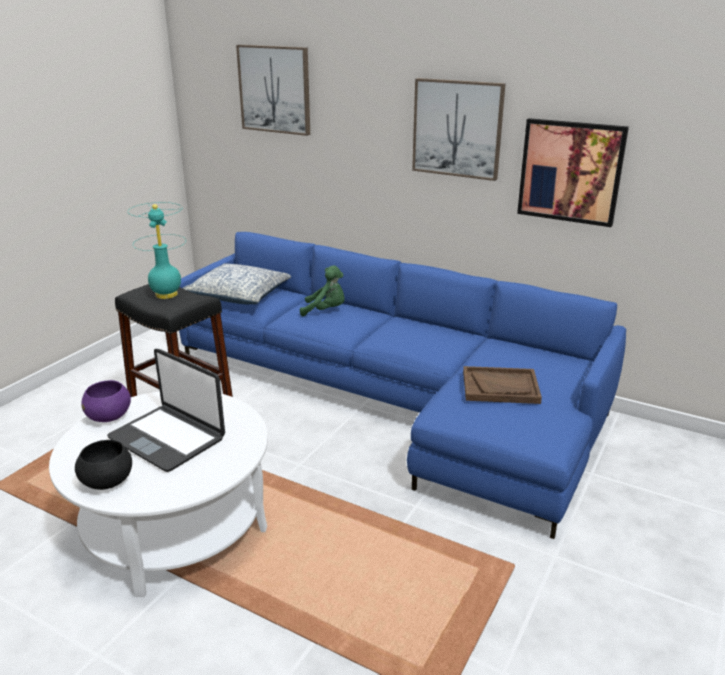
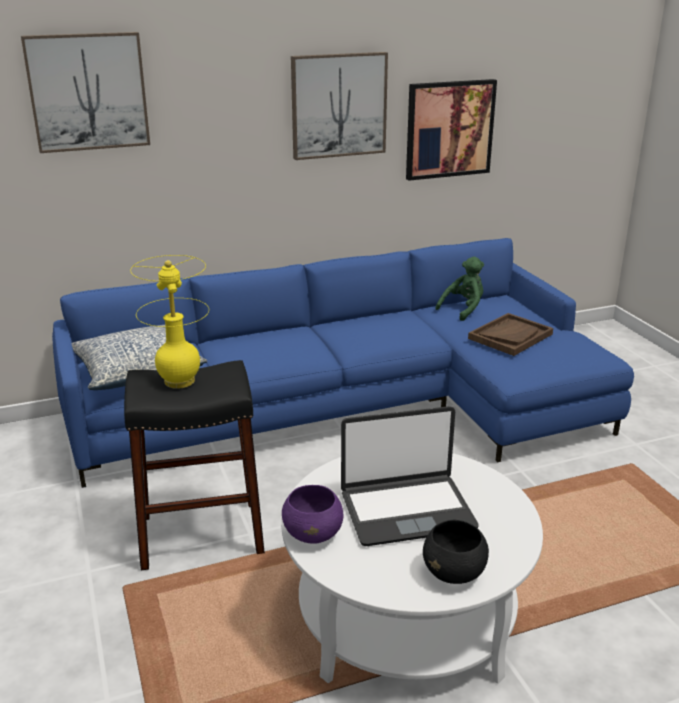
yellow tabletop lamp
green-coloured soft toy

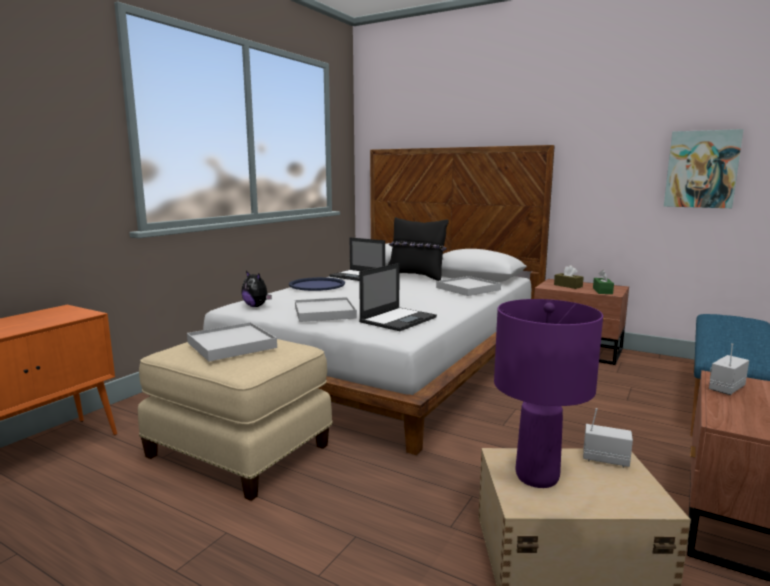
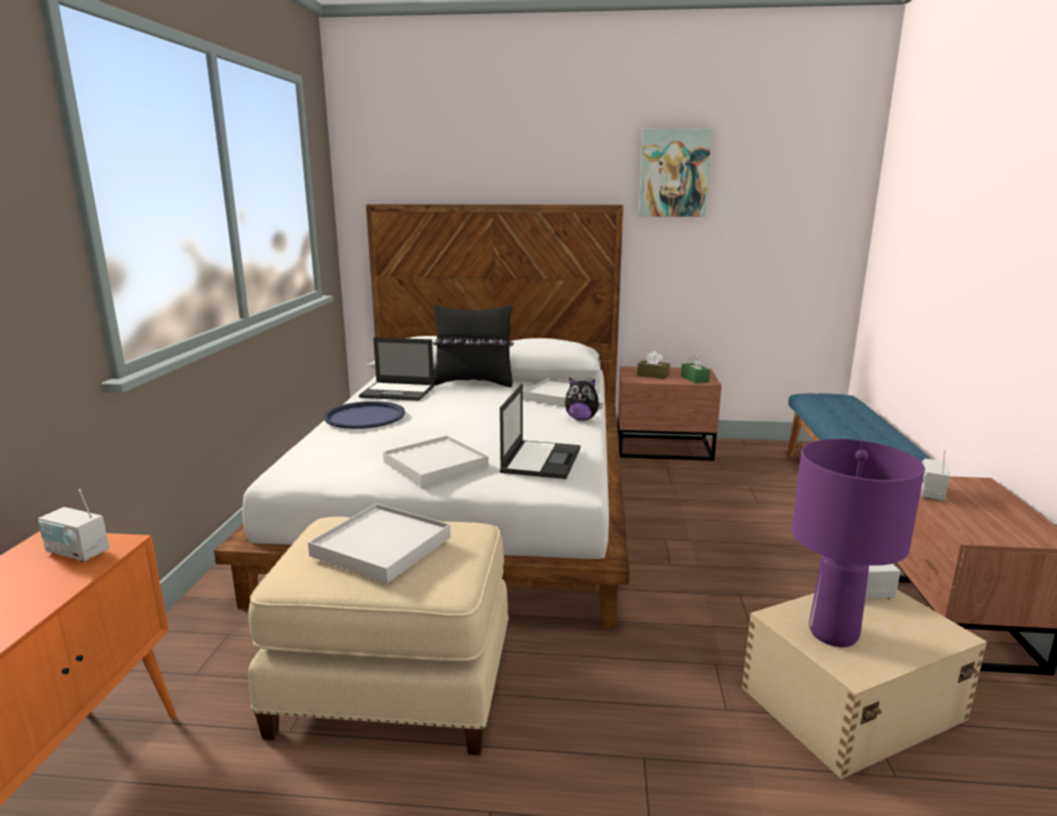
soft toy
picture
radio receiver (no. 1 from left)

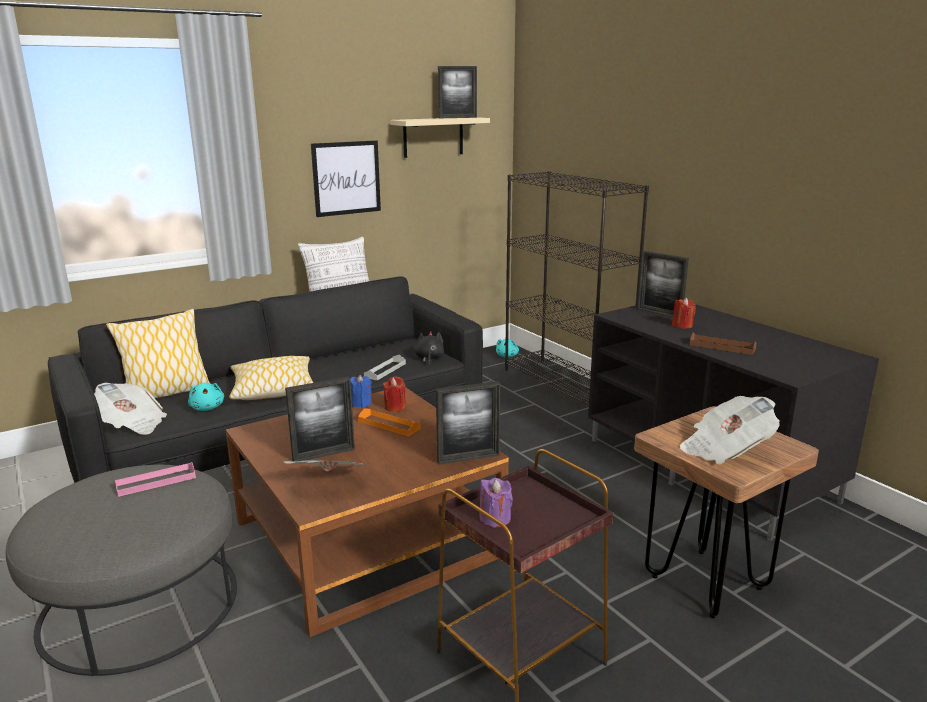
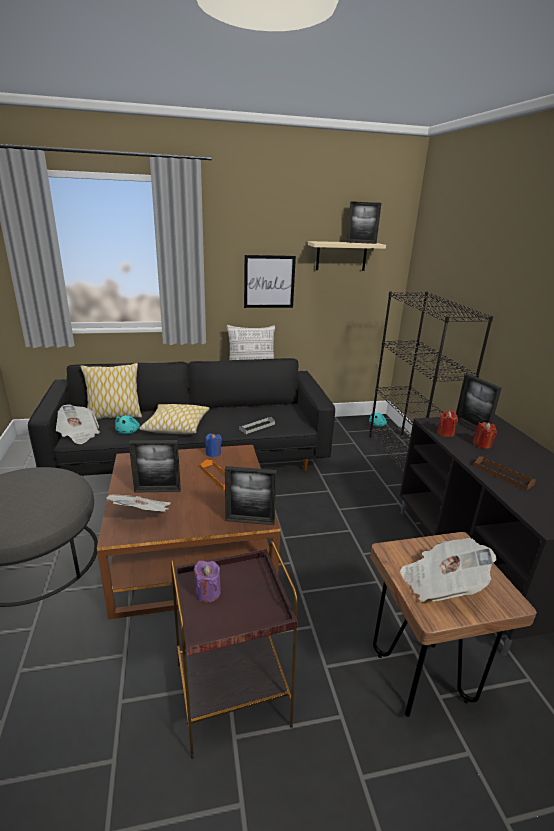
pinkish serving tray
red candle (no. 1 from left)
blackish soft toy

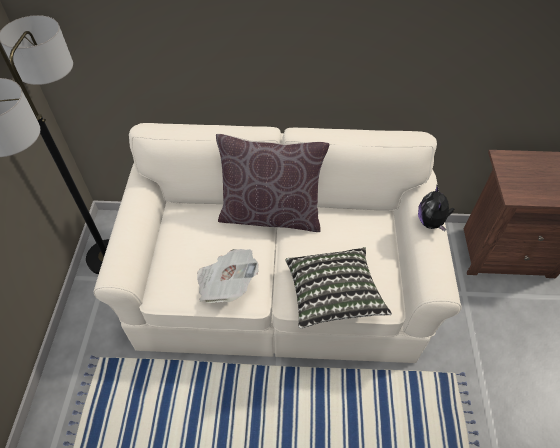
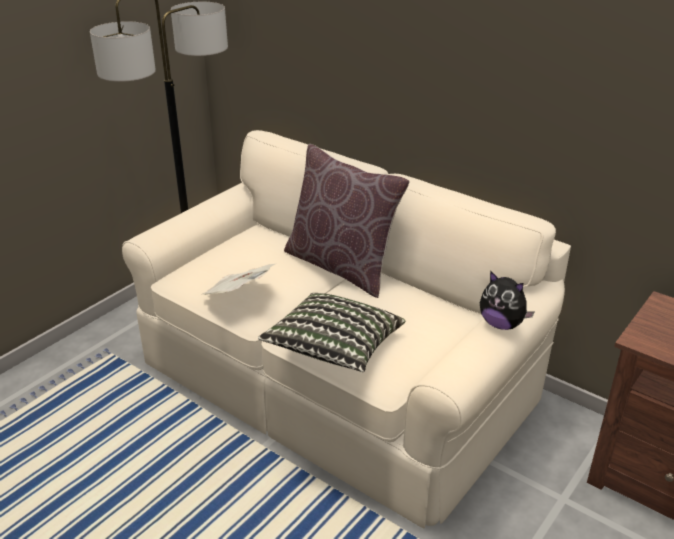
soft toy

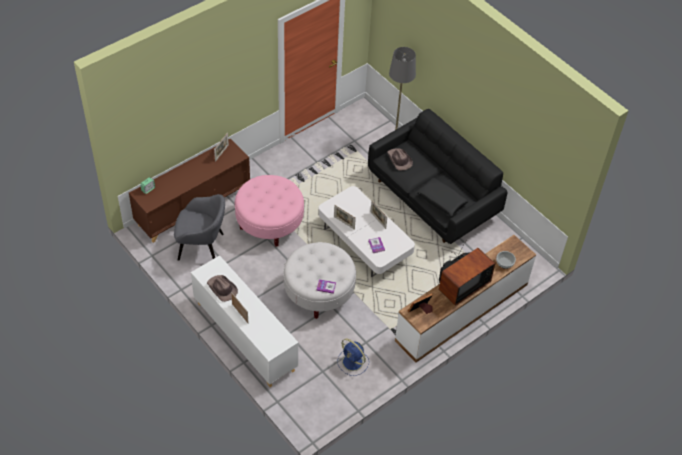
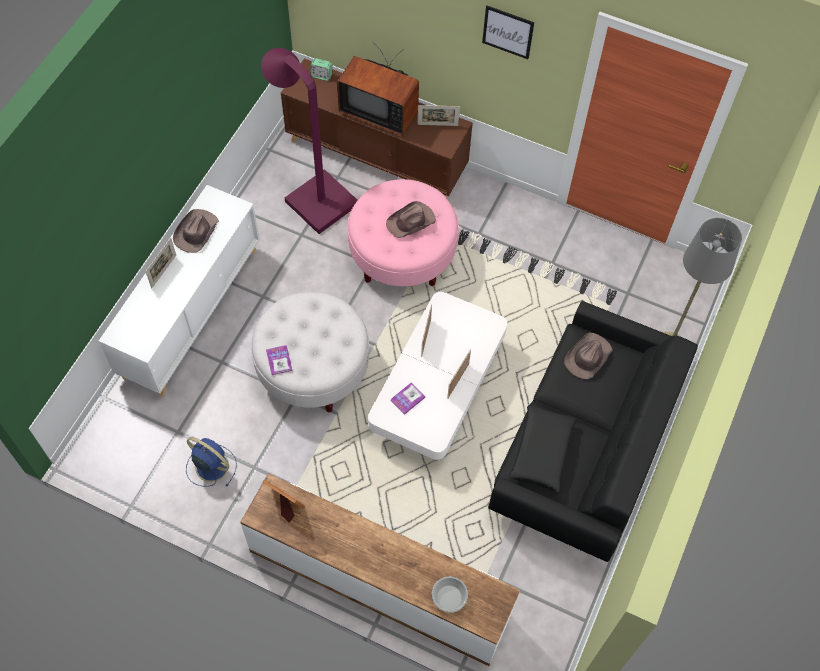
purple-coloured standard lamp
blue-coloured electric fan
TV
brown hat (no. 2 from left)
picture

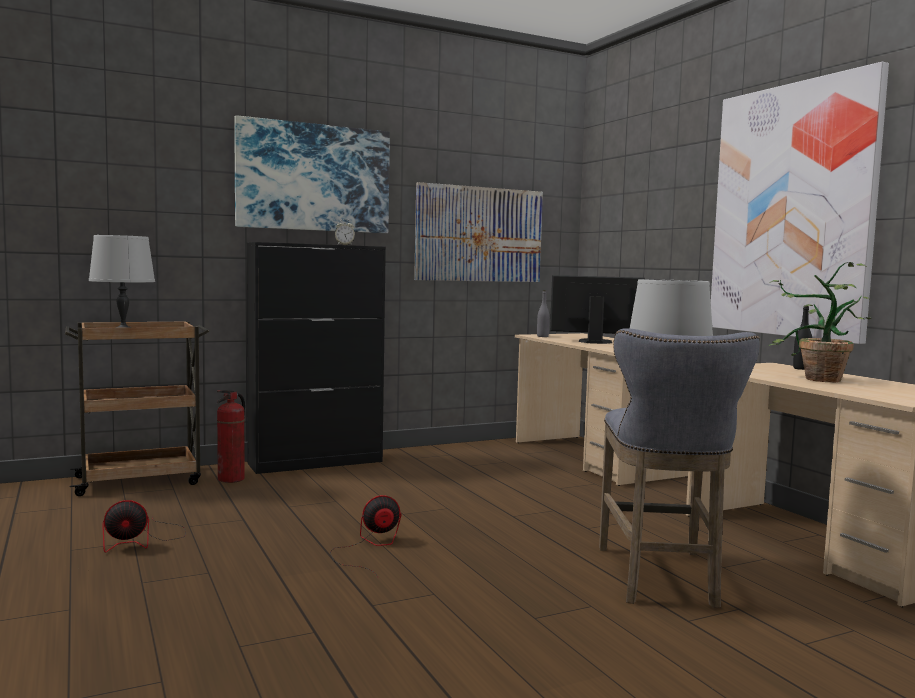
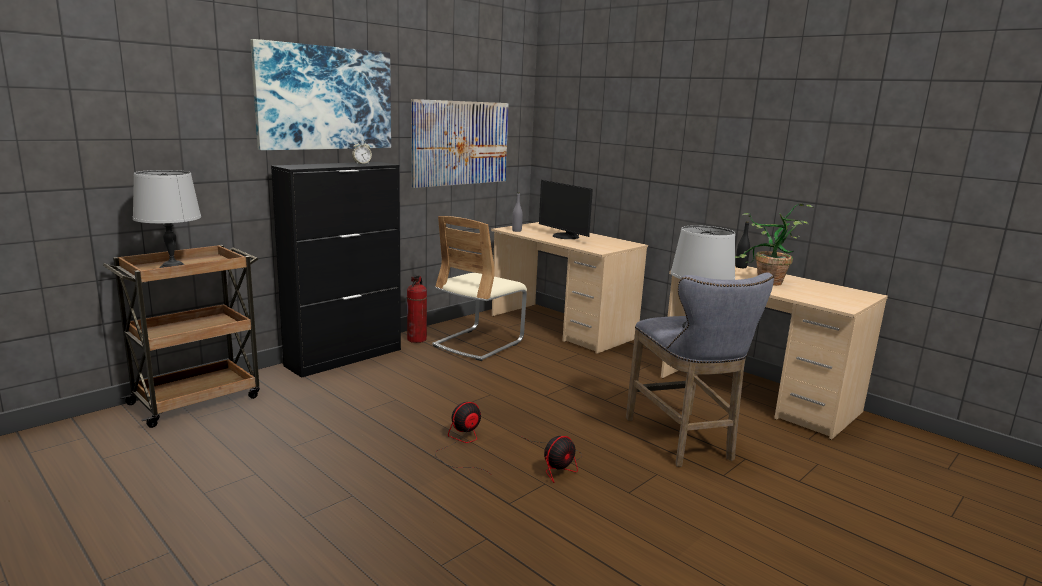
electric fan (no. 2 from left)
fire-fighting cylinder
computer screen
picture (no. 3 from left in the first image)
sand-coloured plain chair

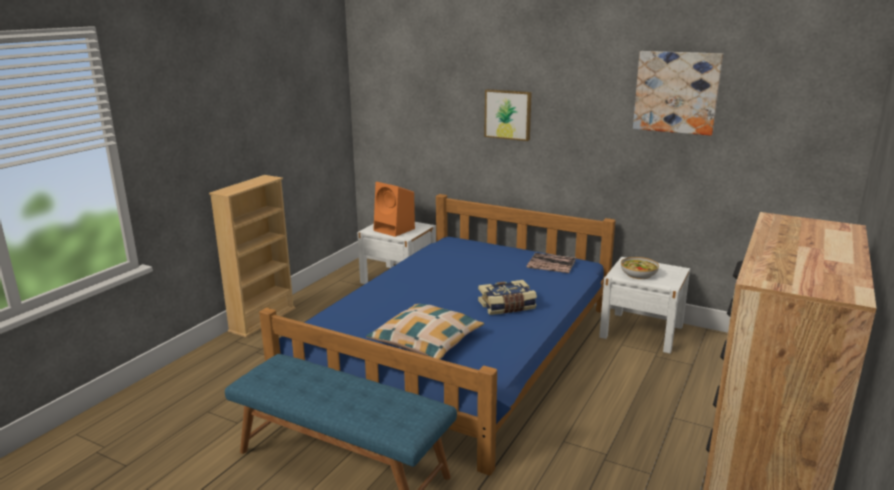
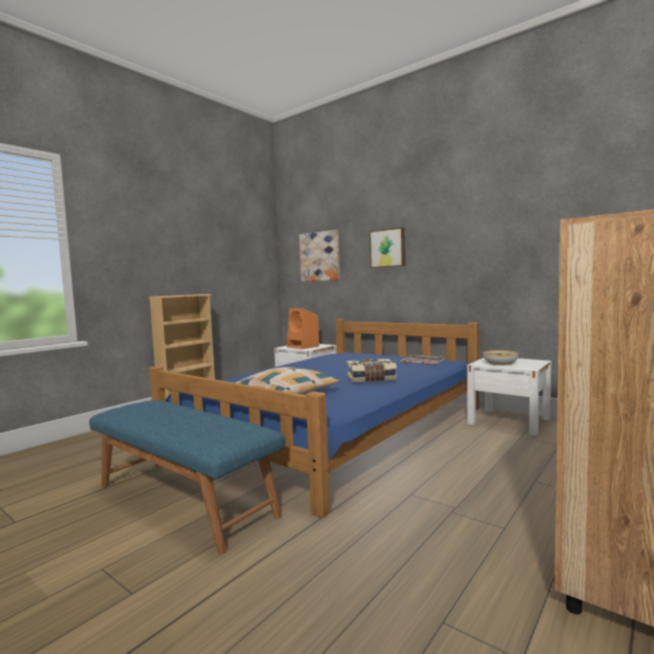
picture (no. 1 from left)

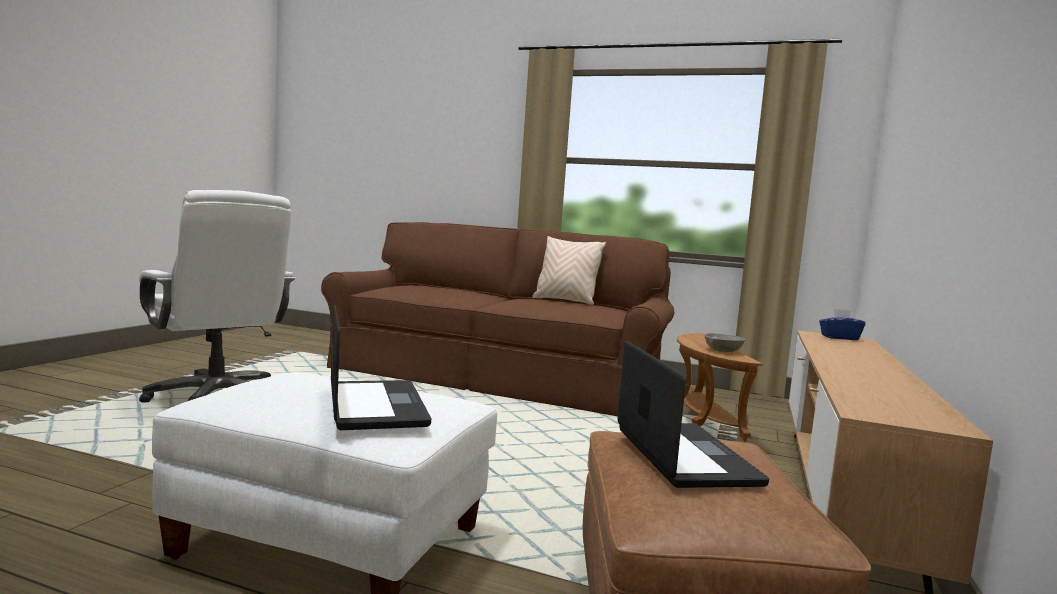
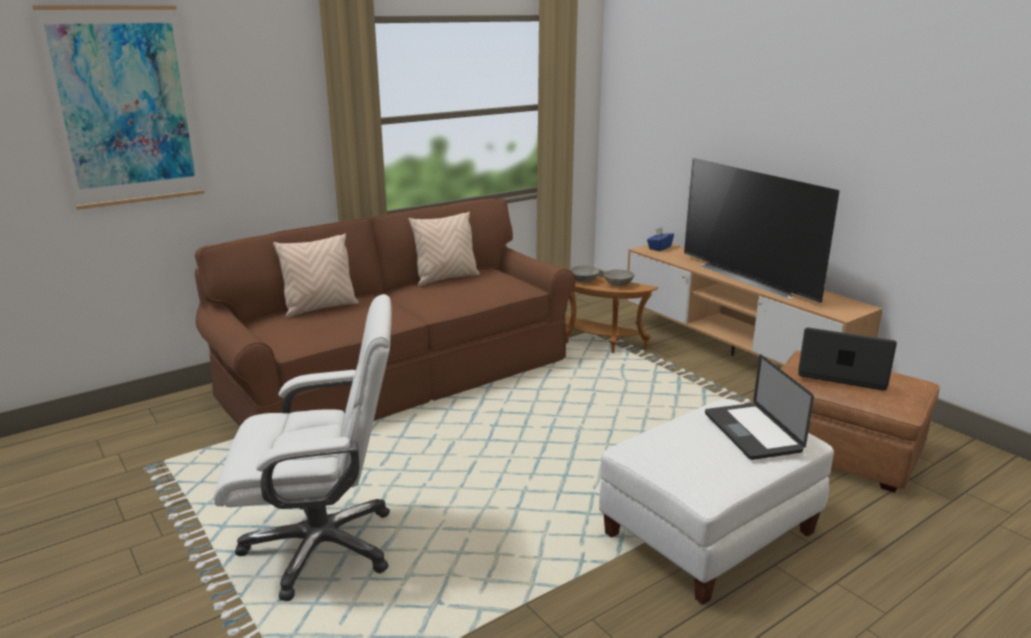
notebook computer (no. 1 from left)
picture
sand-coloured cushion (no. 1 from left)
grey deep dish (no. 1 from left)
TV

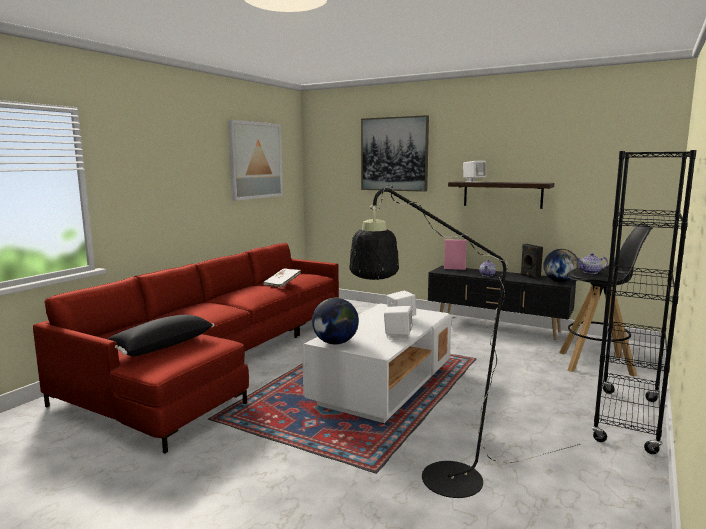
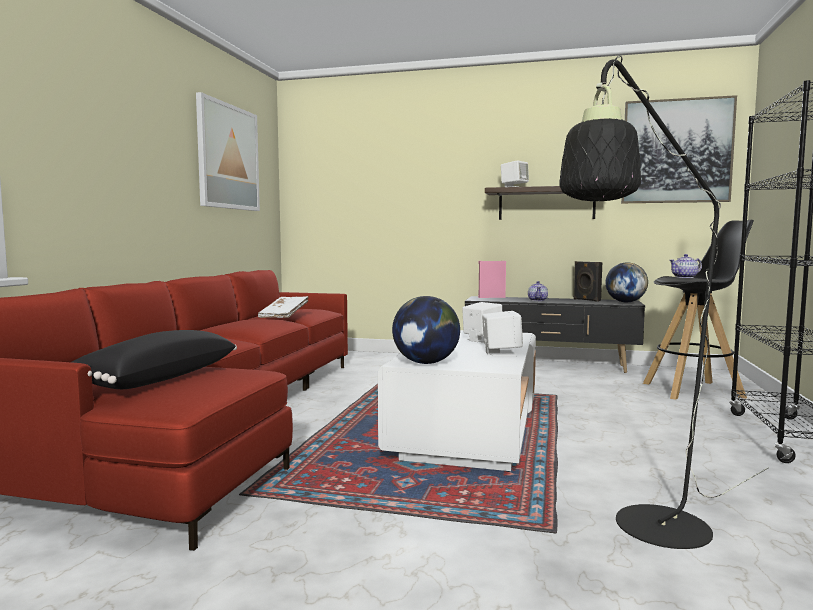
picture (no. 2 from left)

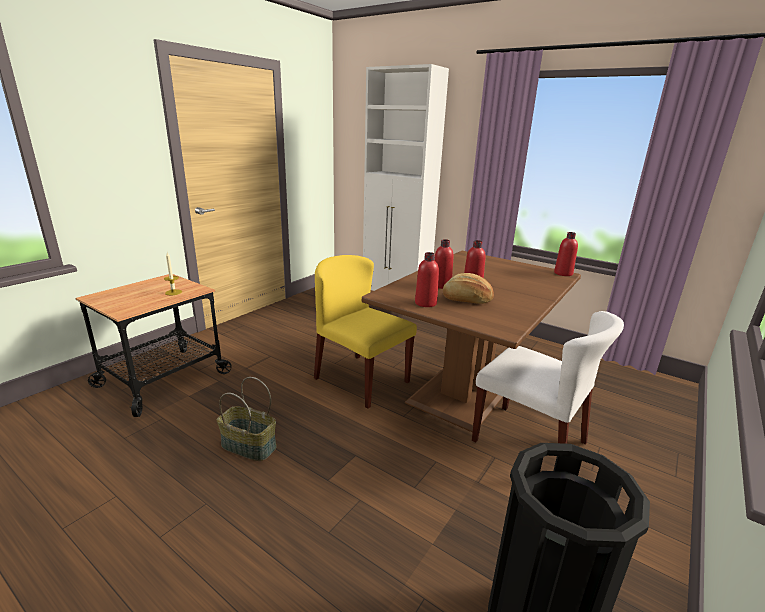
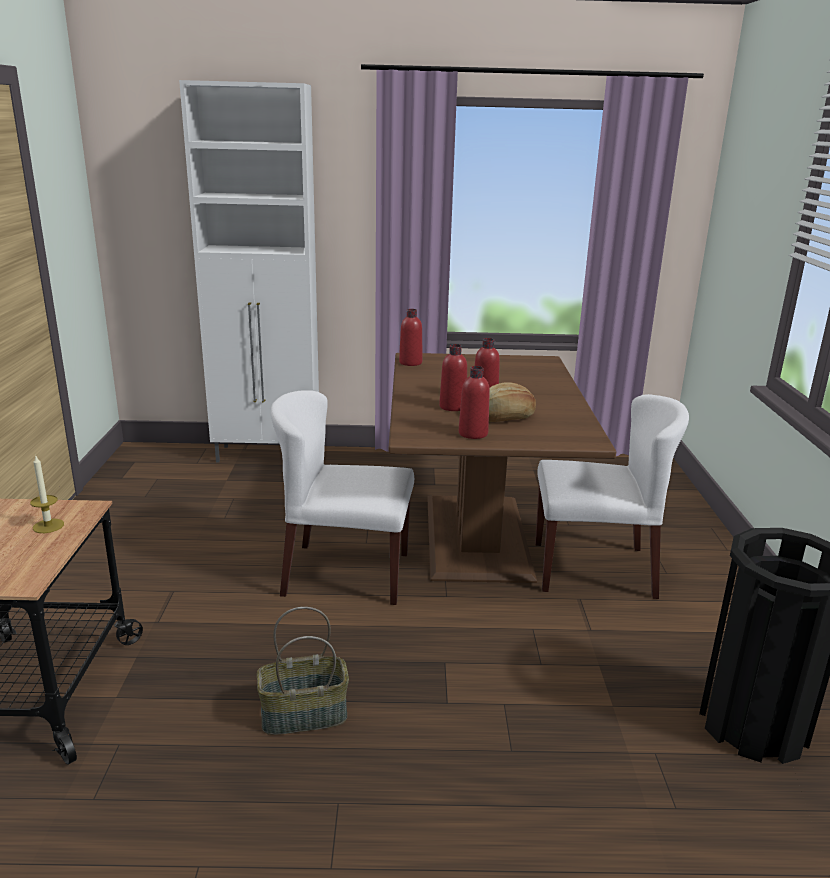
white plain chair (no. 1 from left)
red drink bottle (no. 1 from left)

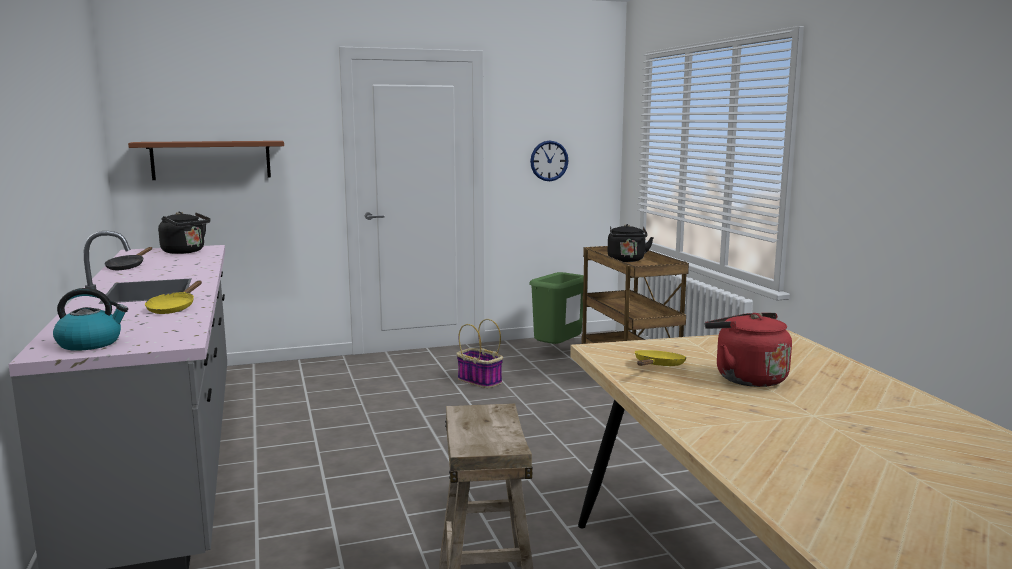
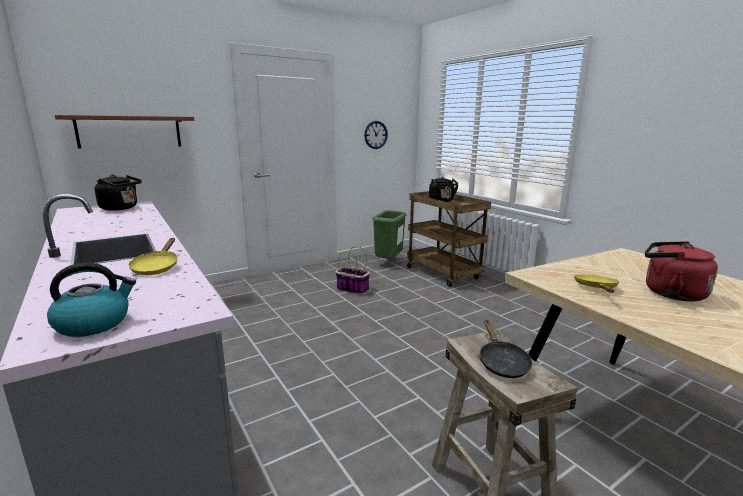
blackish pan

